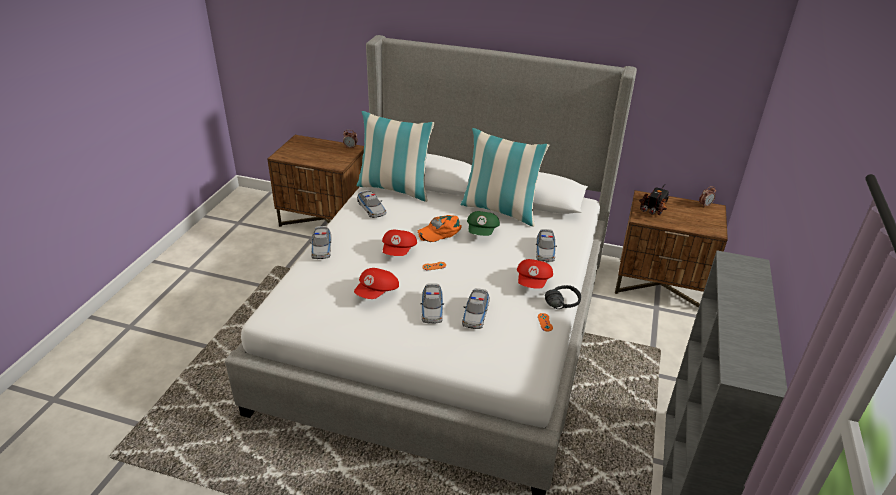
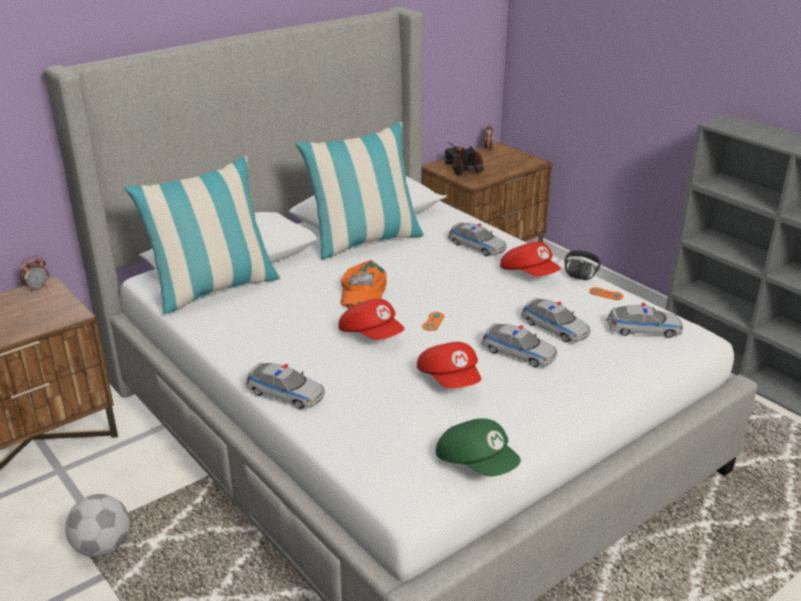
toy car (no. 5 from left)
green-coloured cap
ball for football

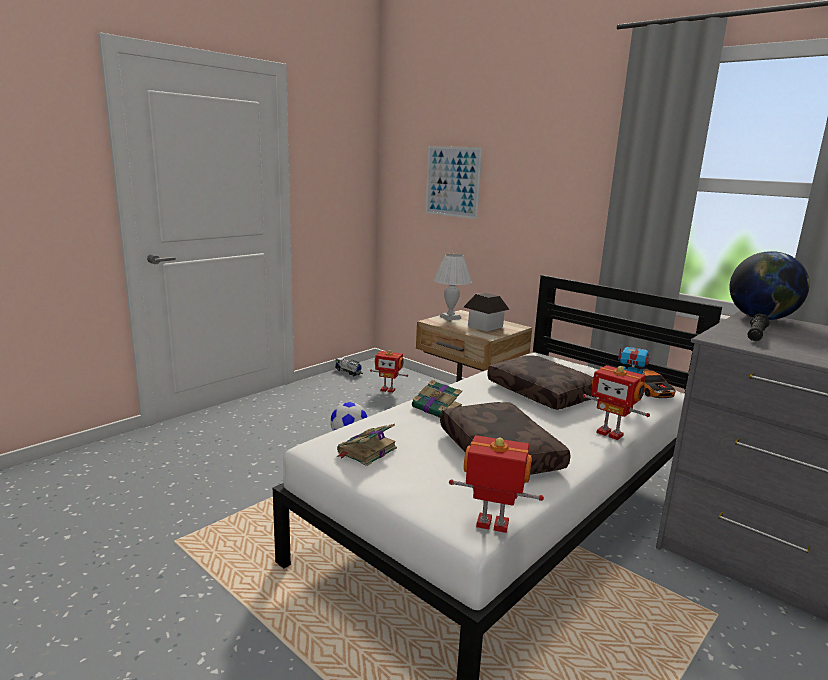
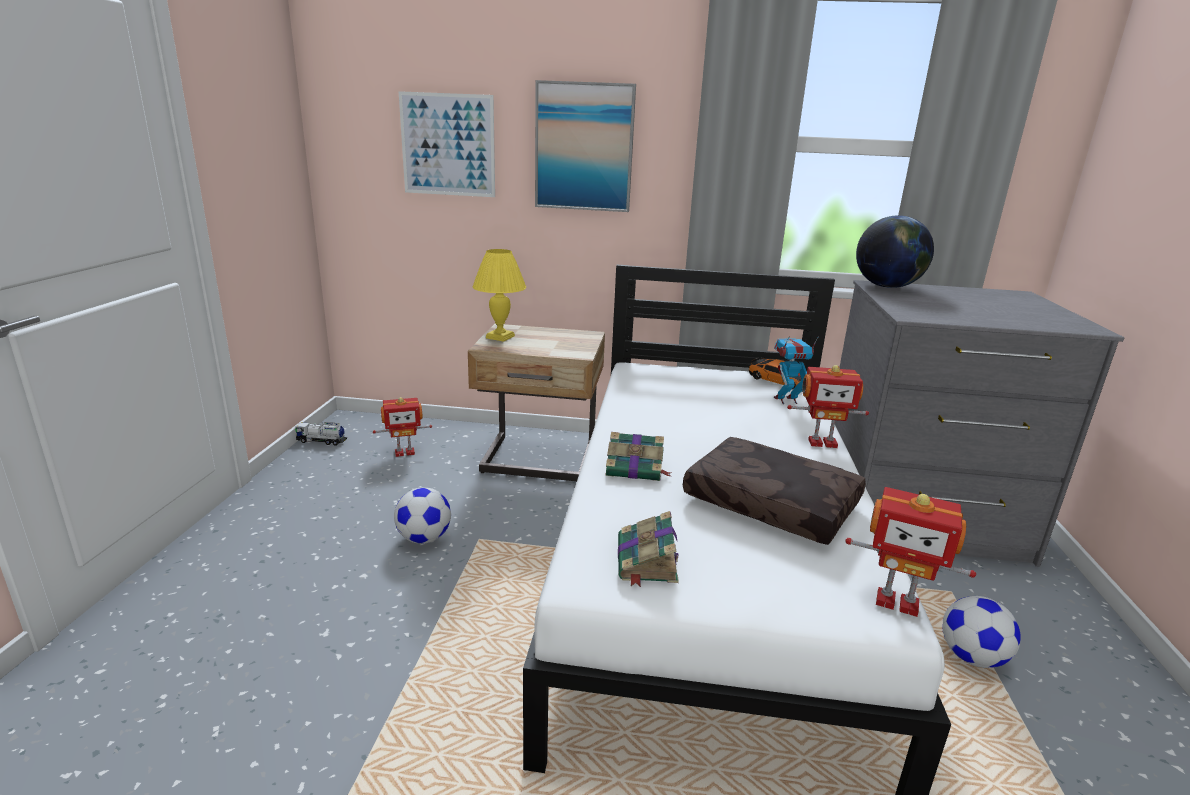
yellow tabletop lamp
robot figure (no. 4 from left)
toy house
brown cushion (no. 2 from left in the first image)
blackish flashlight
picture (no. 2 from left)
ball for football (no. 2 from left)

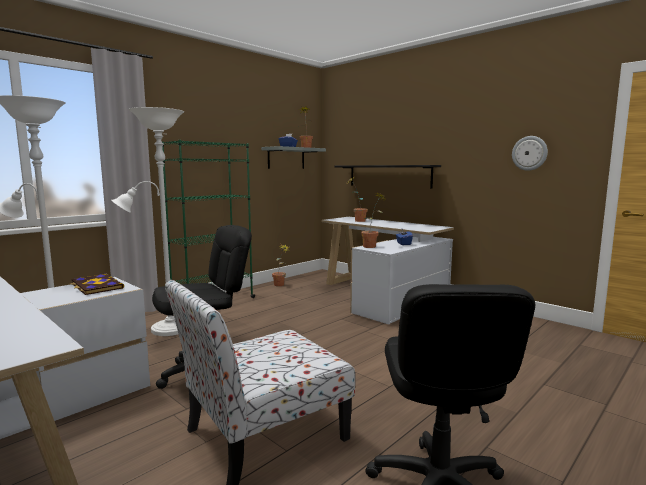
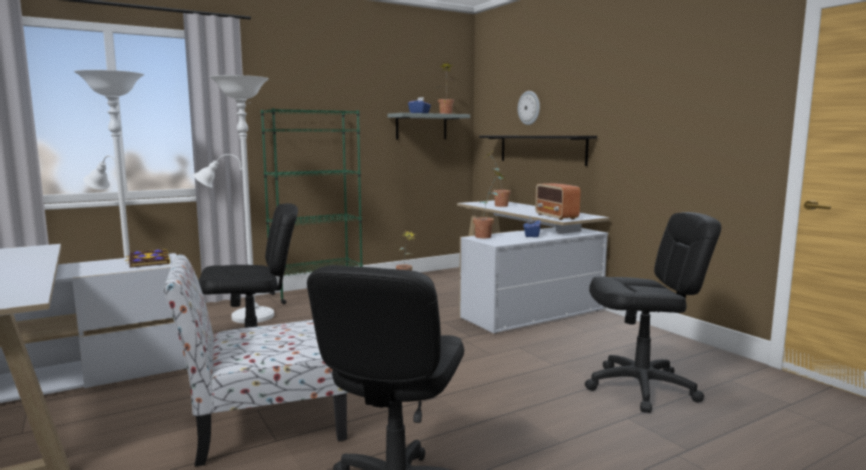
hanging clock
radio receiver
blackish desk chair (no. 3 from left)

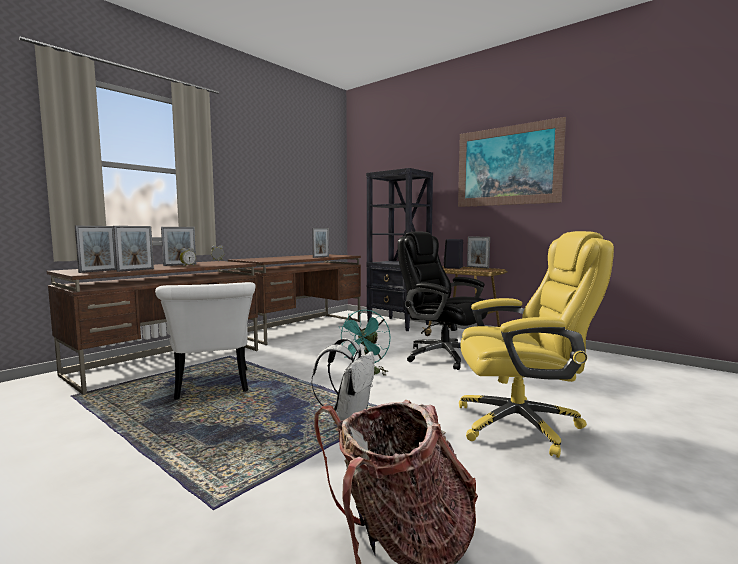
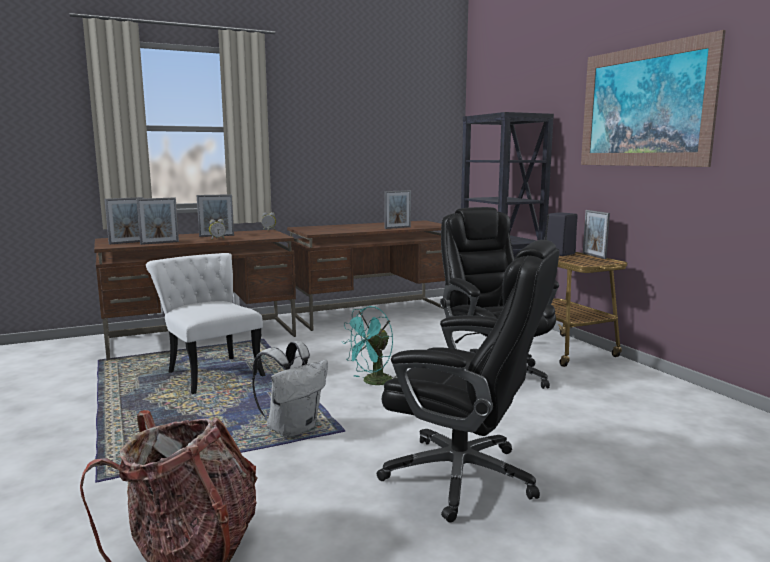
white plain chair
blackish desk chair (no. 1 from left)

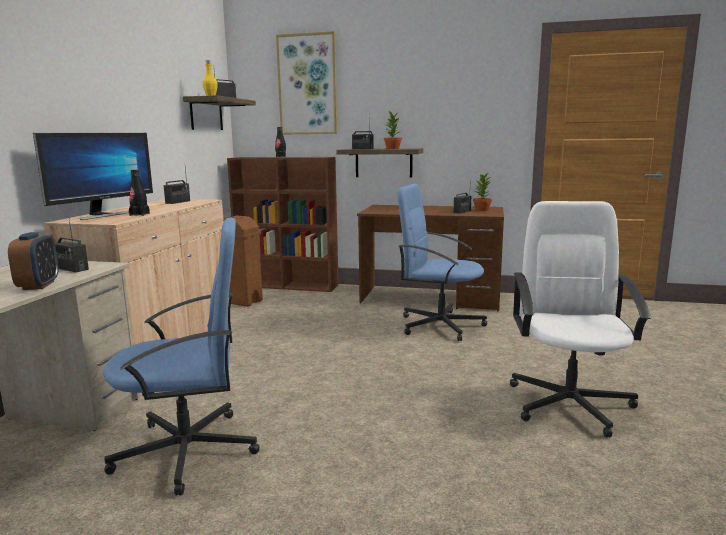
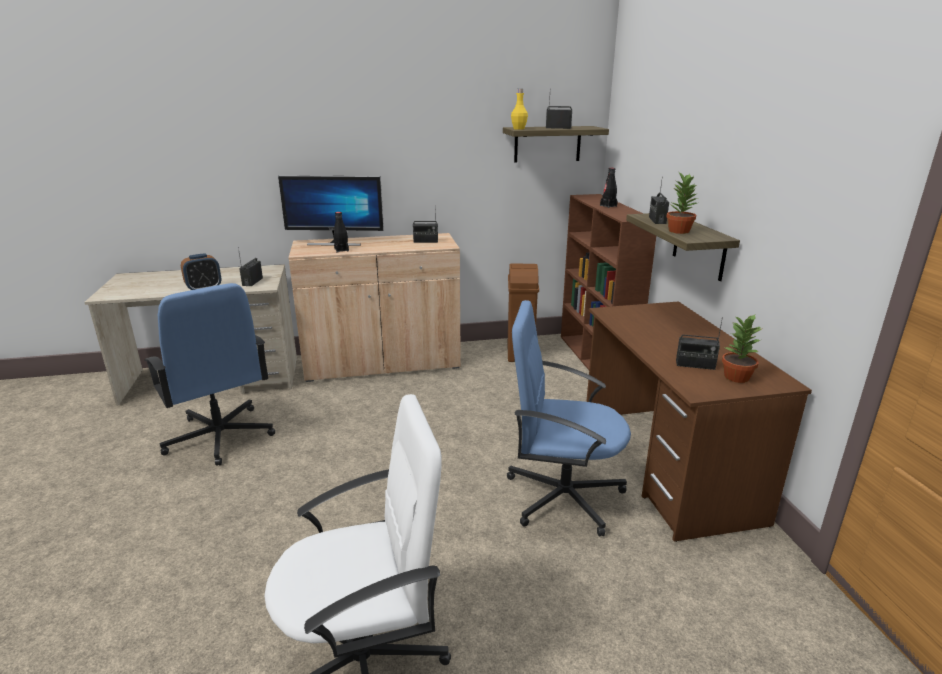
picture
blue-coloured desk chair (no. 2 from left)

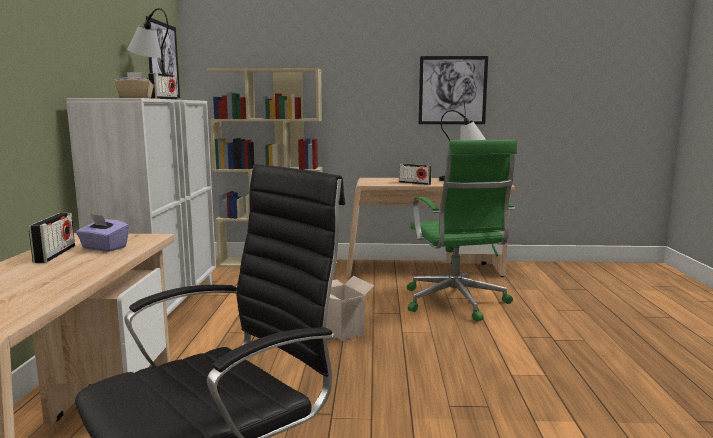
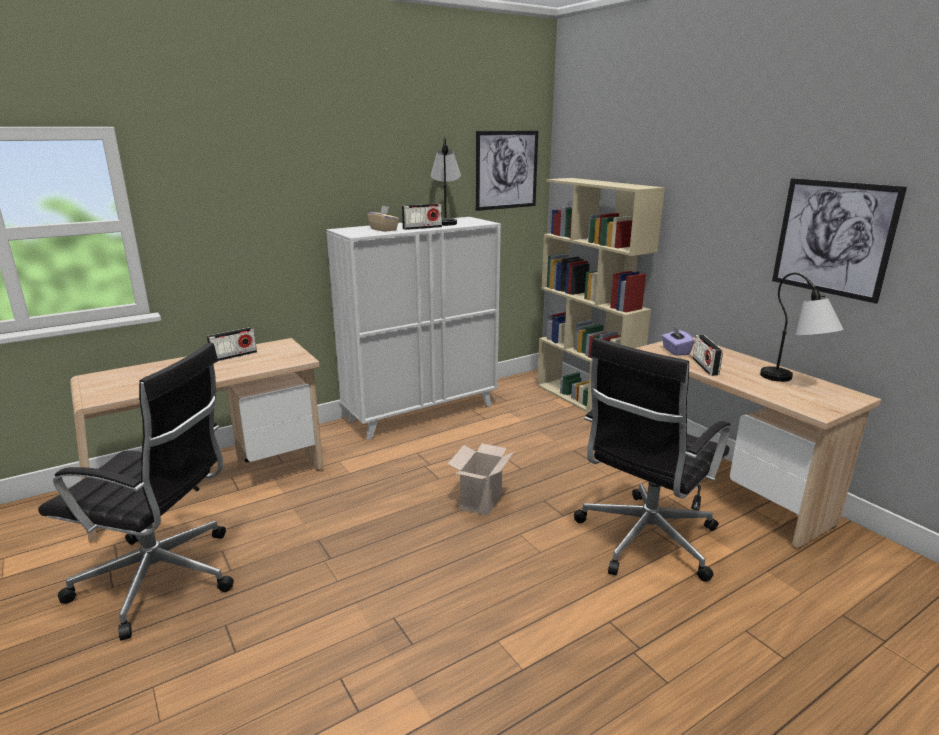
purple-coloured box of tissues
blackish desk chair (no. 2 from left)

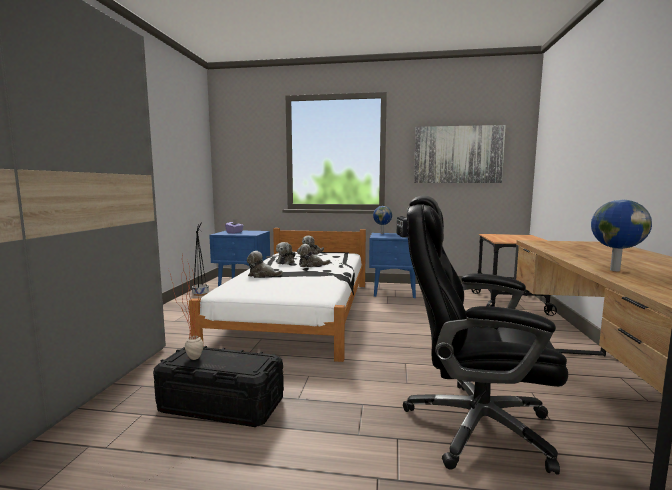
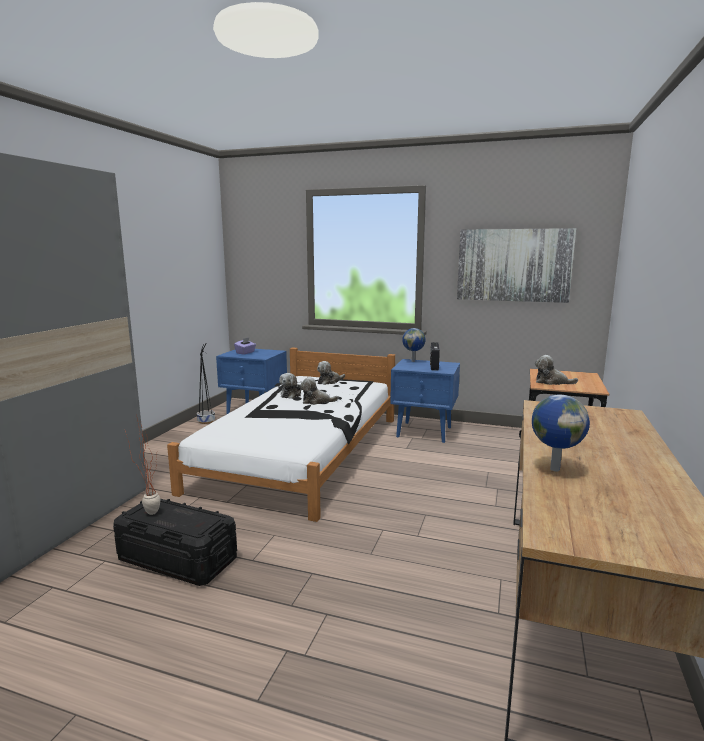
soft toy (no. 4 from left)
blackish desk chair

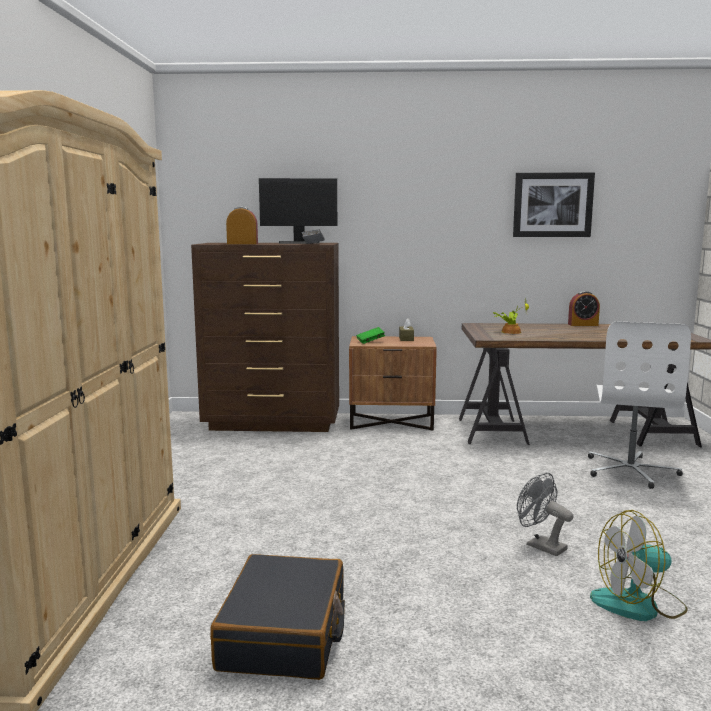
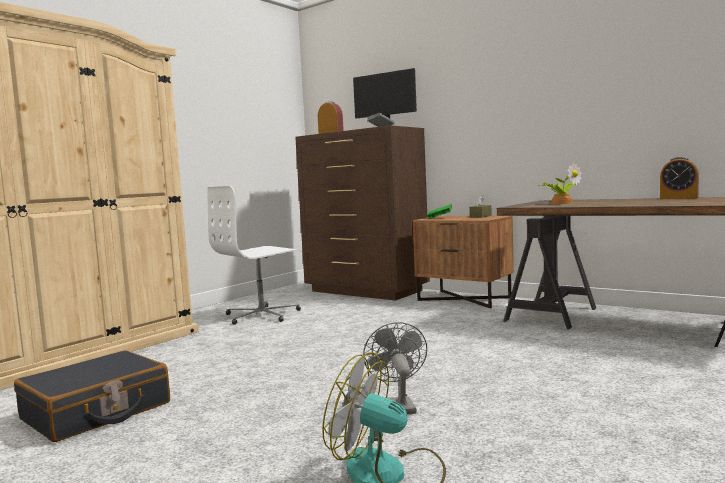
picture
white desk chair

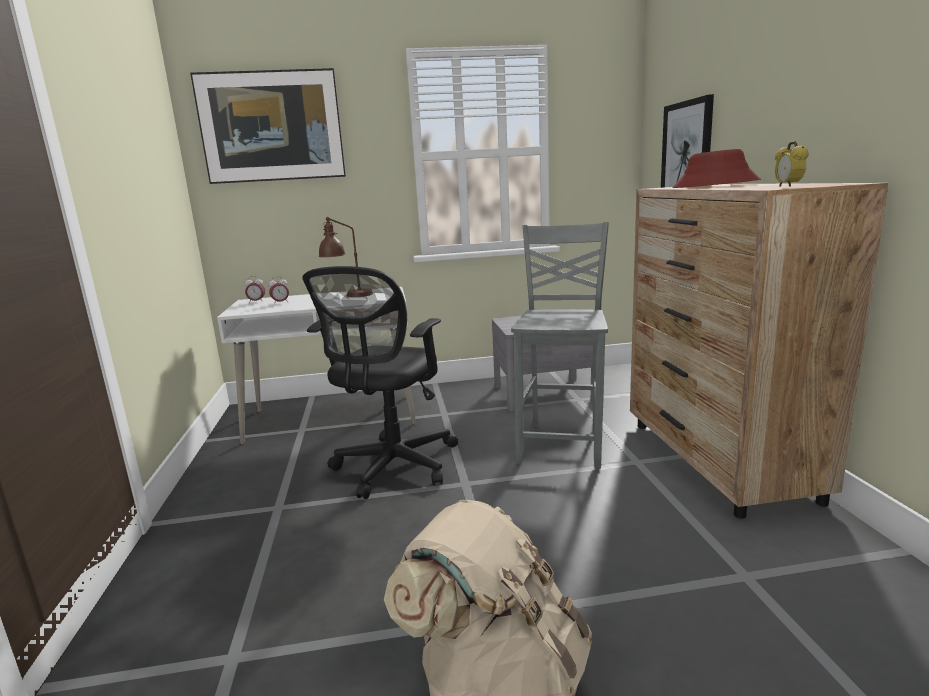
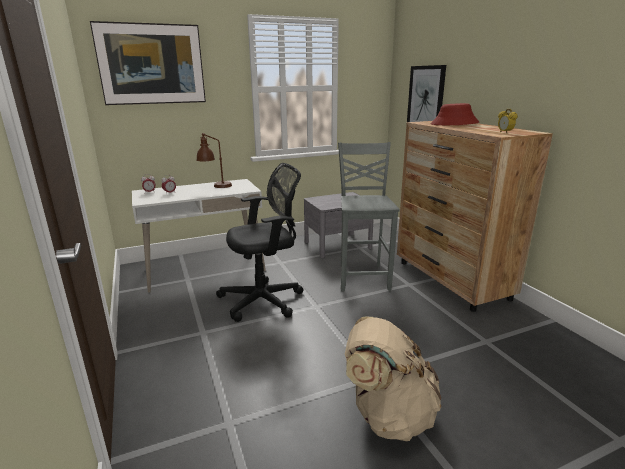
blackish desk chair

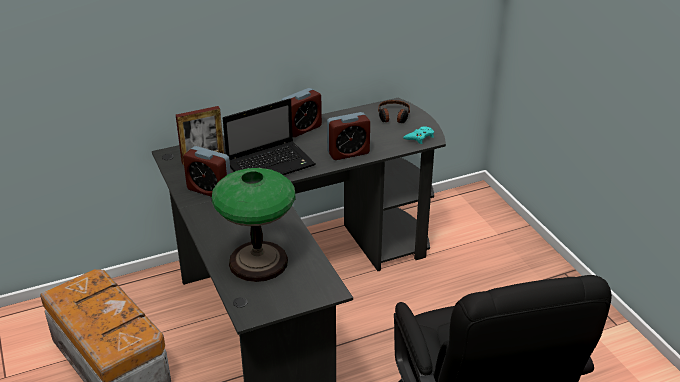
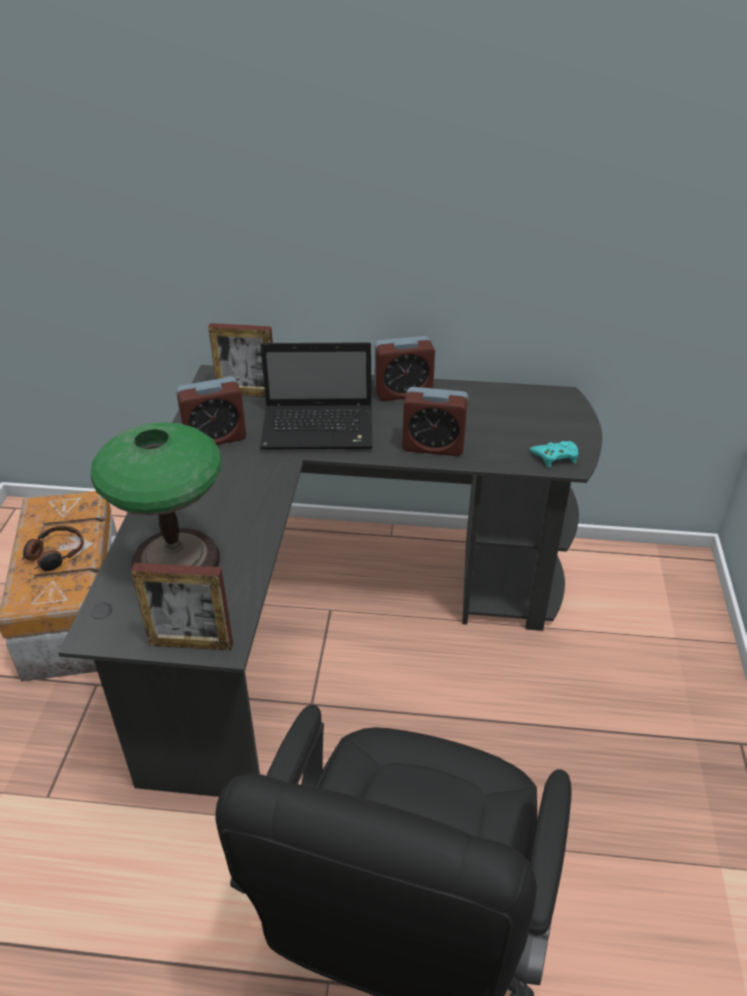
bedside clock (no. 1 from left)
headphones
photo frame (no. 1 from left)

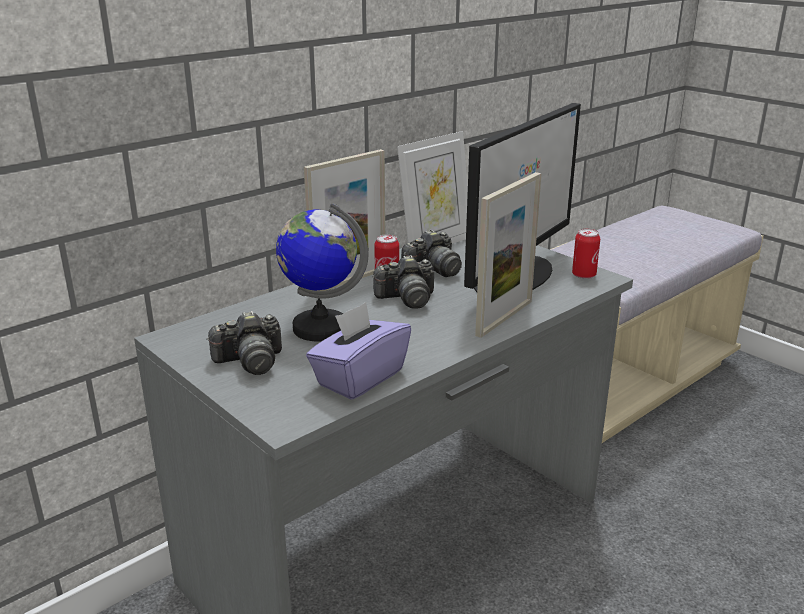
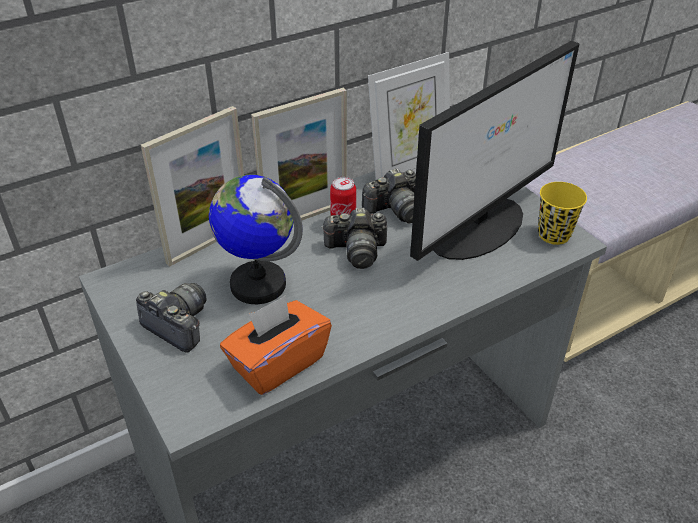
photo camera (no. 1 from left)
orange box of tissues
photo frame (no. 1 from left)
yellow small cup

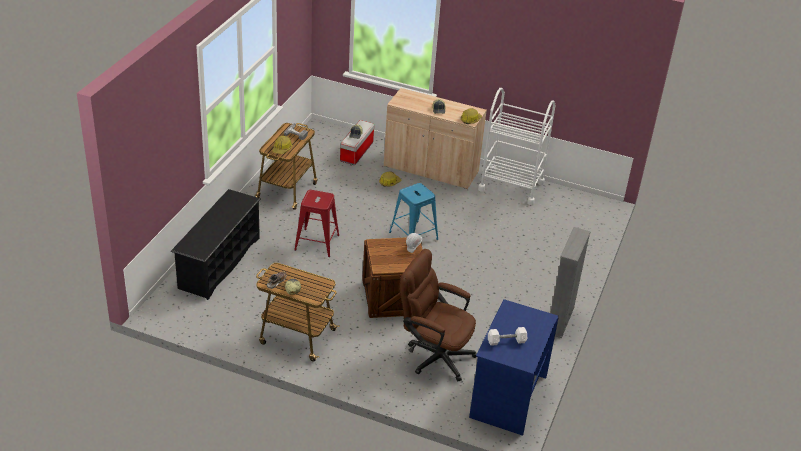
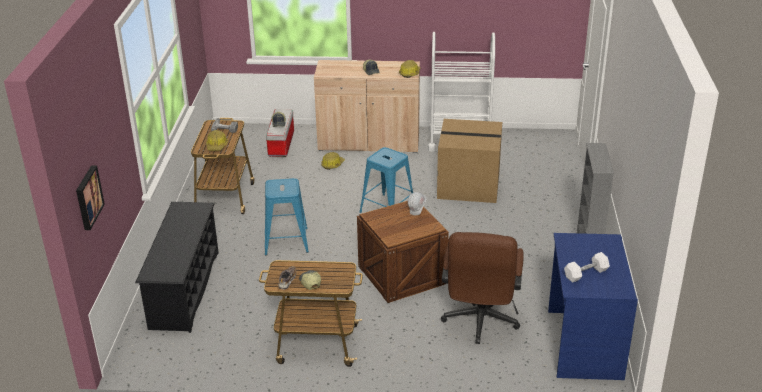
blue-coloured sitting stool (no. 1 from left)
brown desk chair
picture
cardboard box

